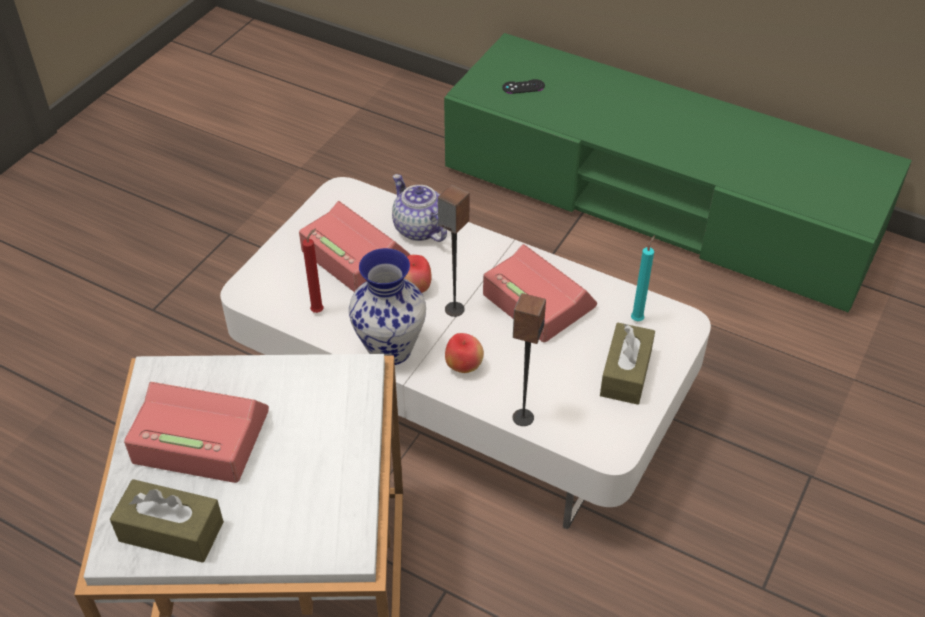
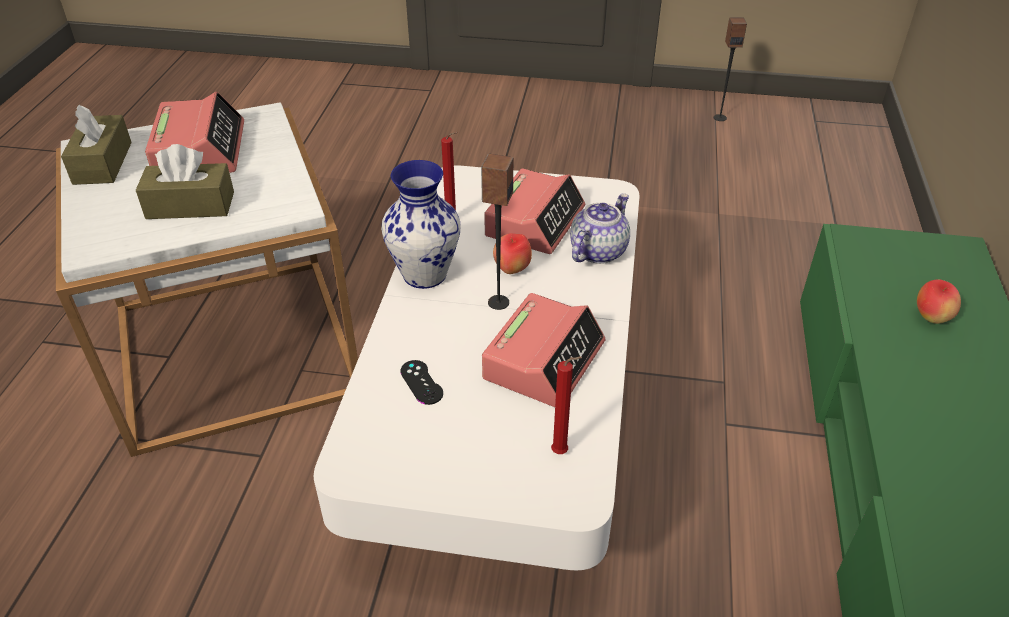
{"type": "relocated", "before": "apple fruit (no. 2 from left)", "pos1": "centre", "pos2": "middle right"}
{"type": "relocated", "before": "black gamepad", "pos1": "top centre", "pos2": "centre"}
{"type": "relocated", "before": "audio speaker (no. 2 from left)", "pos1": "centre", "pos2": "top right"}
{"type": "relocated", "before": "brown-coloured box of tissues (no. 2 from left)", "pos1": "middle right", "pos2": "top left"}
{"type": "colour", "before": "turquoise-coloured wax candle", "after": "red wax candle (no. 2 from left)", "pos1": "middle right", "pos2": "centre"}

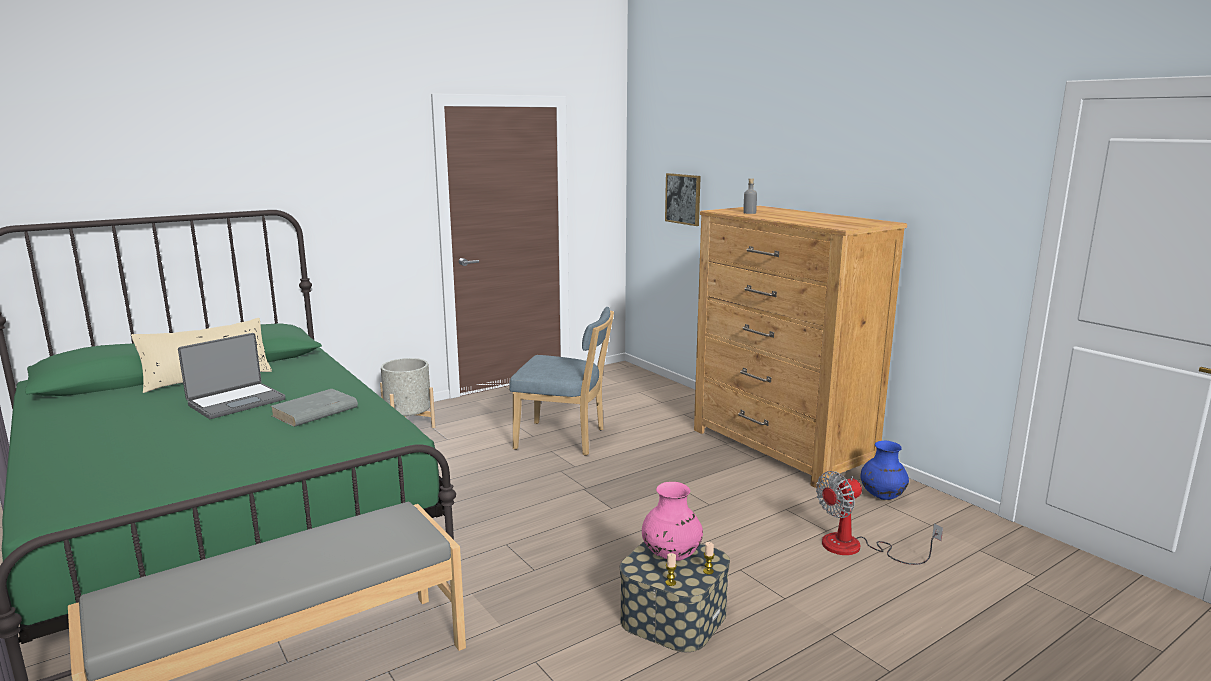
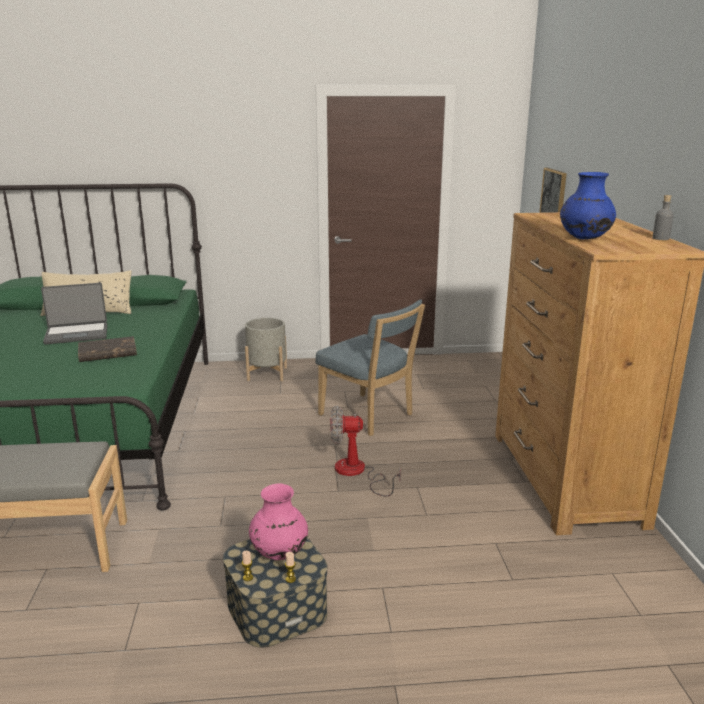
{"type": "colour", "before": "gray volume", "after": "brown-coloured volume", "pos1": "middle left", "pos2": "middle left"}
{"type": "relocated", "before": "gray beverage bottle", "pos1": "top centre", "pos2": "top right"}
{"type": "relocated", "before": "electric fan", "pos1": "bottom right", "pos2": "centre"}
{"type": "relocated", "before": "blue-coloured decorative vase", "pos1": "bottom right", "pos2": "top right"}

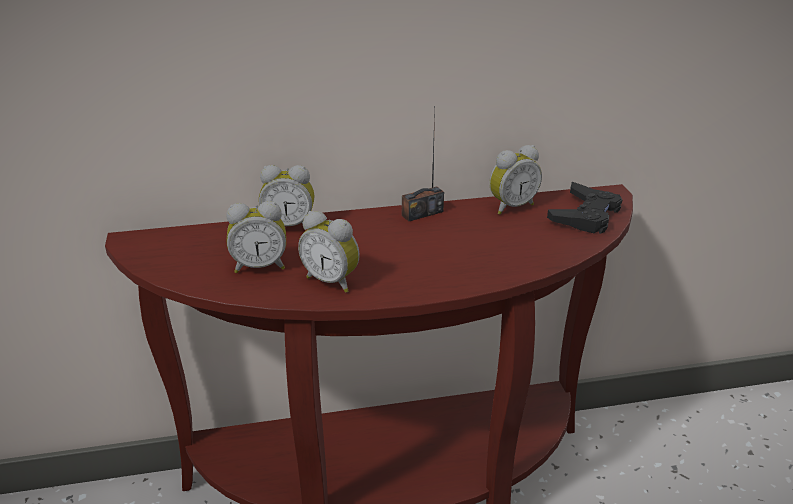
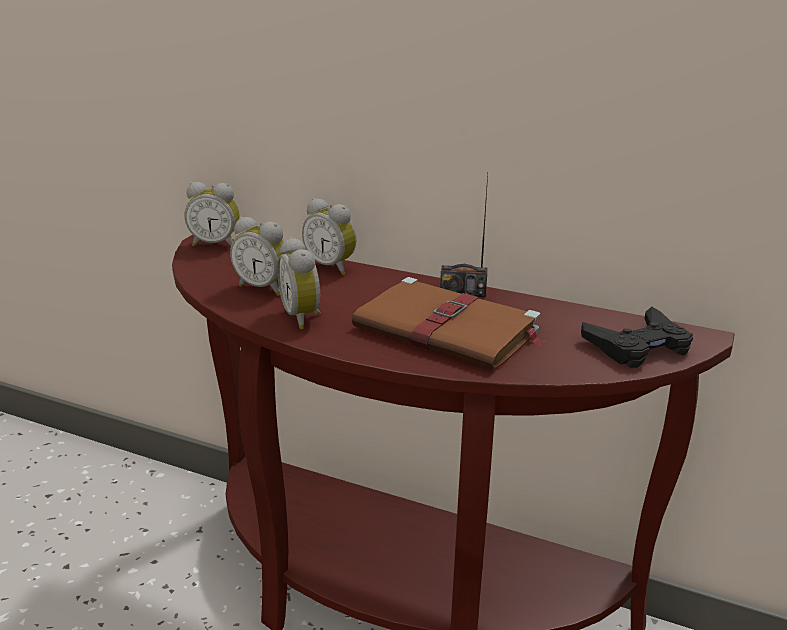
{"type": "relocated", "before": "bedside clock (no. 4 from left in the first image)", "after": "bedside clock (no. 1 from left)", "pos1": "centre", "pos2": "middle left"}
{"type": "appeared", "after": "brown-coloured volume", "pos2": "centre"}

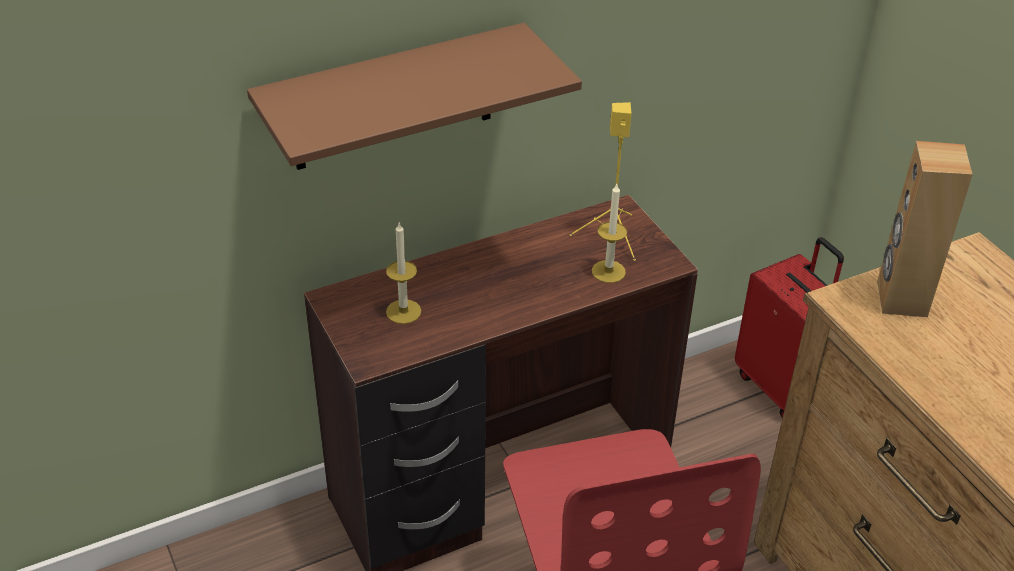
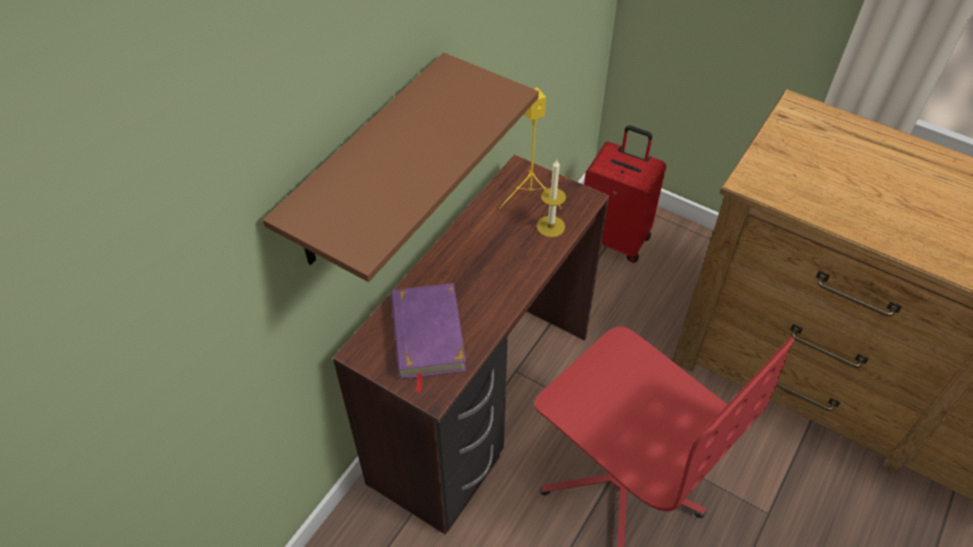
{"type": "exchanged", "before": "wax candle (no. 1 from left)", "after": "purplish volume", "pos1": "centre", "pos2": "centre"}
{"type": "missing", "before": "brown-coloured audio speaker", "pos1": "middle right"}

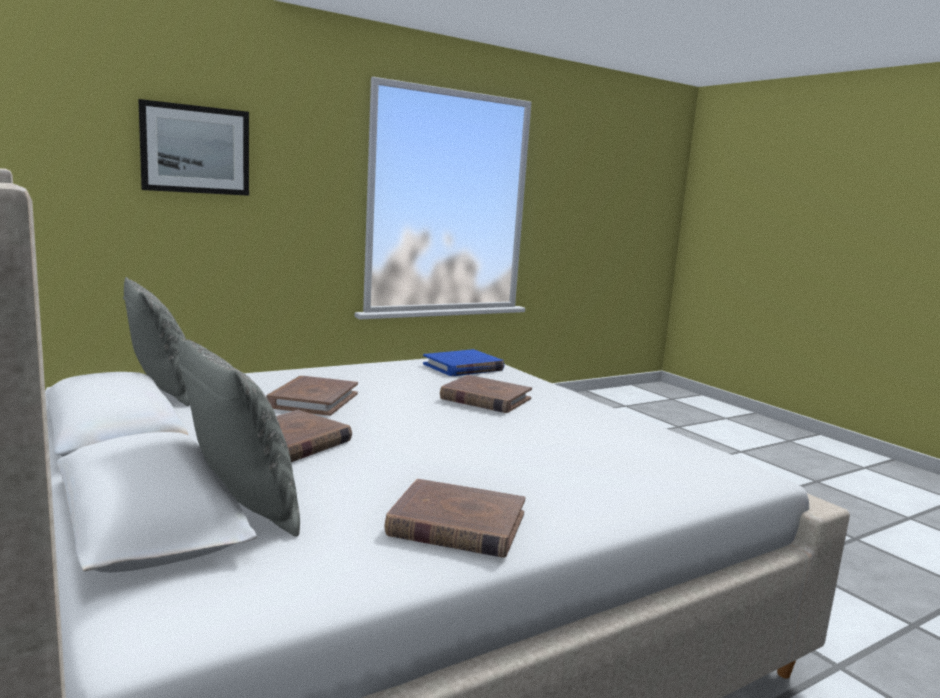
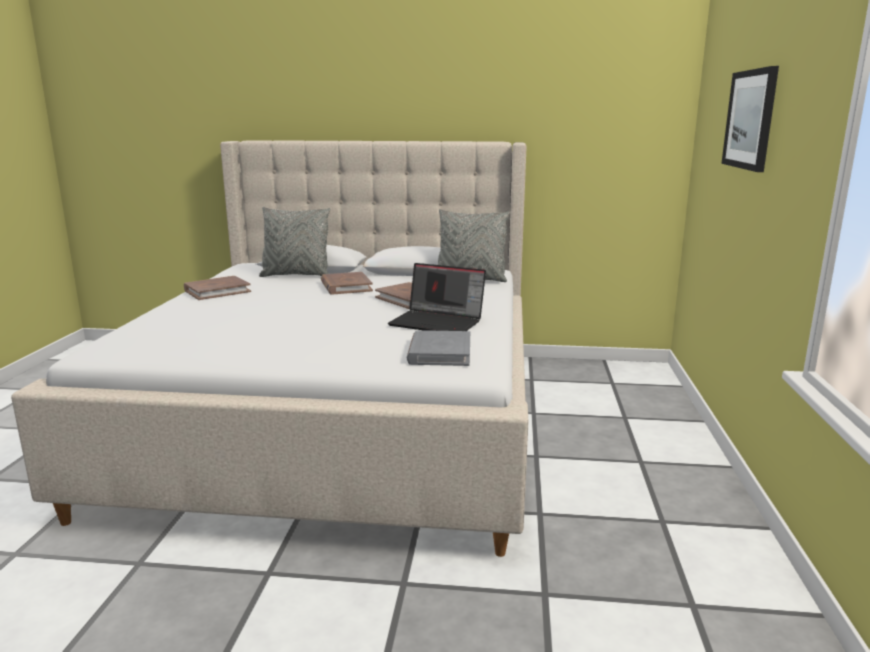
{"type": "colour", "before": "blue-coloured volume", "after": "gray volume", "pos1": "centre", "pos2": "centre"}
{"type": "missing", "before": "brown-coloured volume (no. 4 from left)", "pos1": "centre"}
{"type": "appeared", "after": "portable computer", "pos2": "centre"}

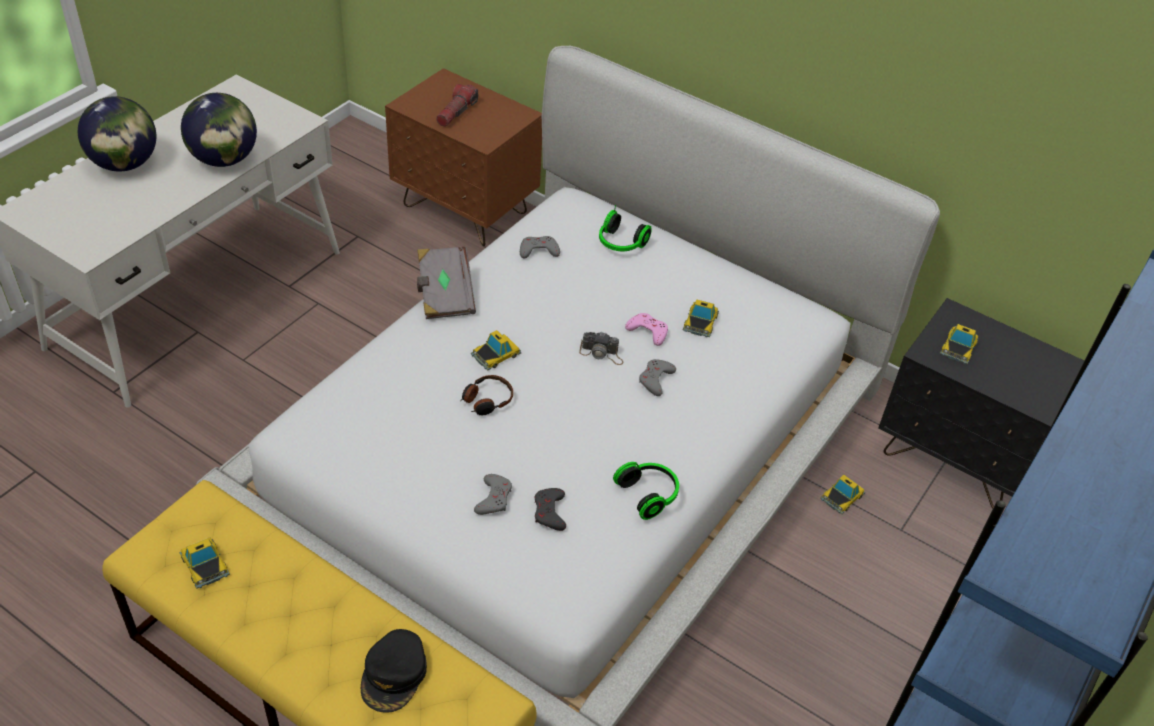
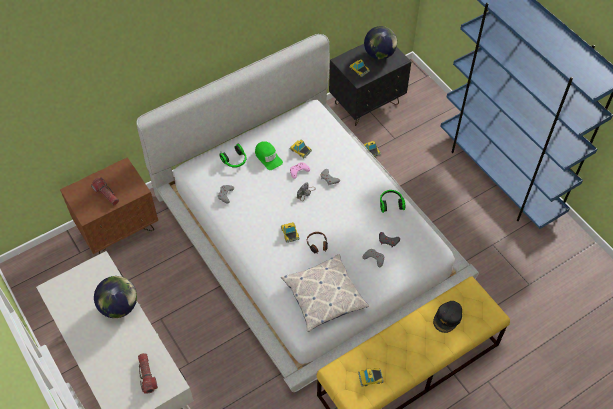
{"type": "relocated", "before": "desk globe (no. 1 from left in the first image)", "after": "desk globe (no. 2 from left)", "pos1": "top left", "pos2": "top centre"}
{"type": "spun", "before": "black baseball cap", "pos1": "bottom centre", "pos2": "bottom right", "turn": 90}
{"type": "missing", "before": "gray volume", "pos1": "centre"}
{"type": "appeared", "after": "torch (no. 2 from left)", "pos2": "bottom left"}
{"type": "appeared", "after": "greenish baseball cap", "pos2": "centre"}
{"type": "appeared", "after": "pillow", "pos2": "bottom centre"}

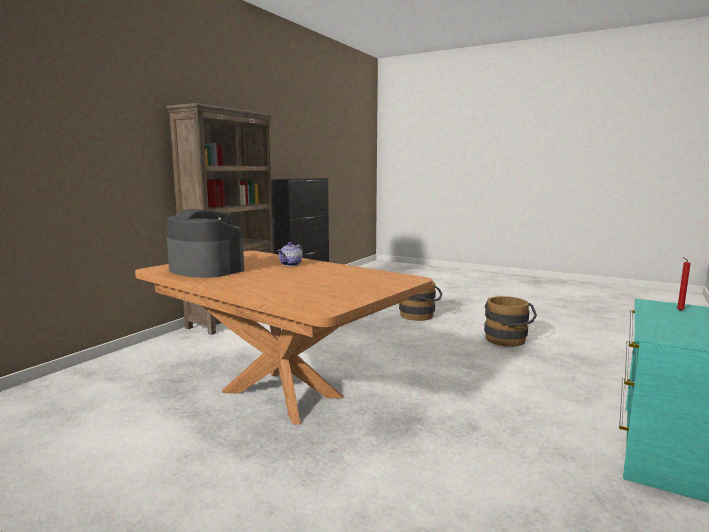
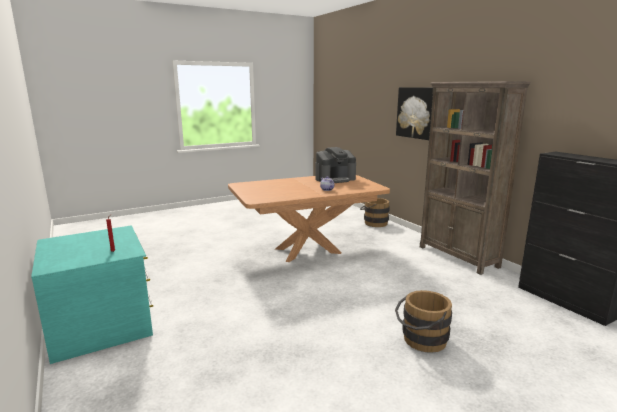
{"type": "relocated", "before": "brown-coloured pail (no. 2 from left in the first image)", "after": "brown-coloured pail (no. 1 from left)", "pos1": "middle right", "pos2": "centre"}
{"type": "appeared", "after": "picture", "pos2": "top right"}

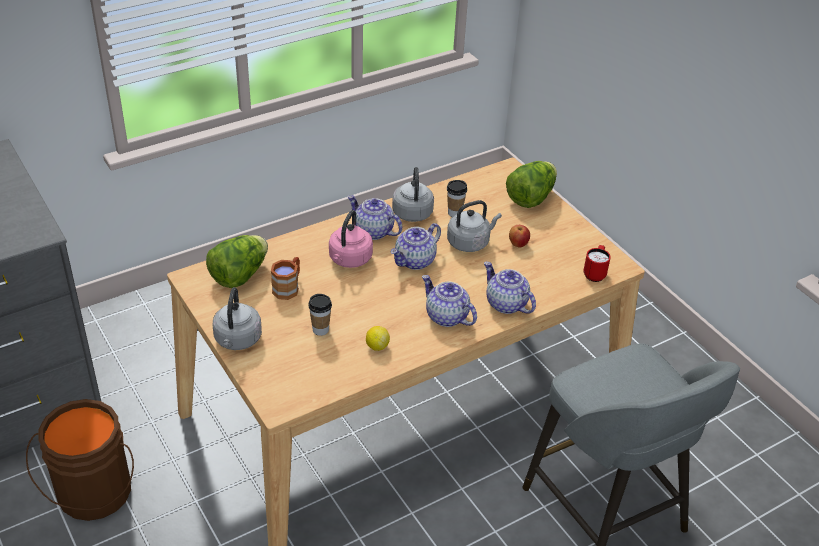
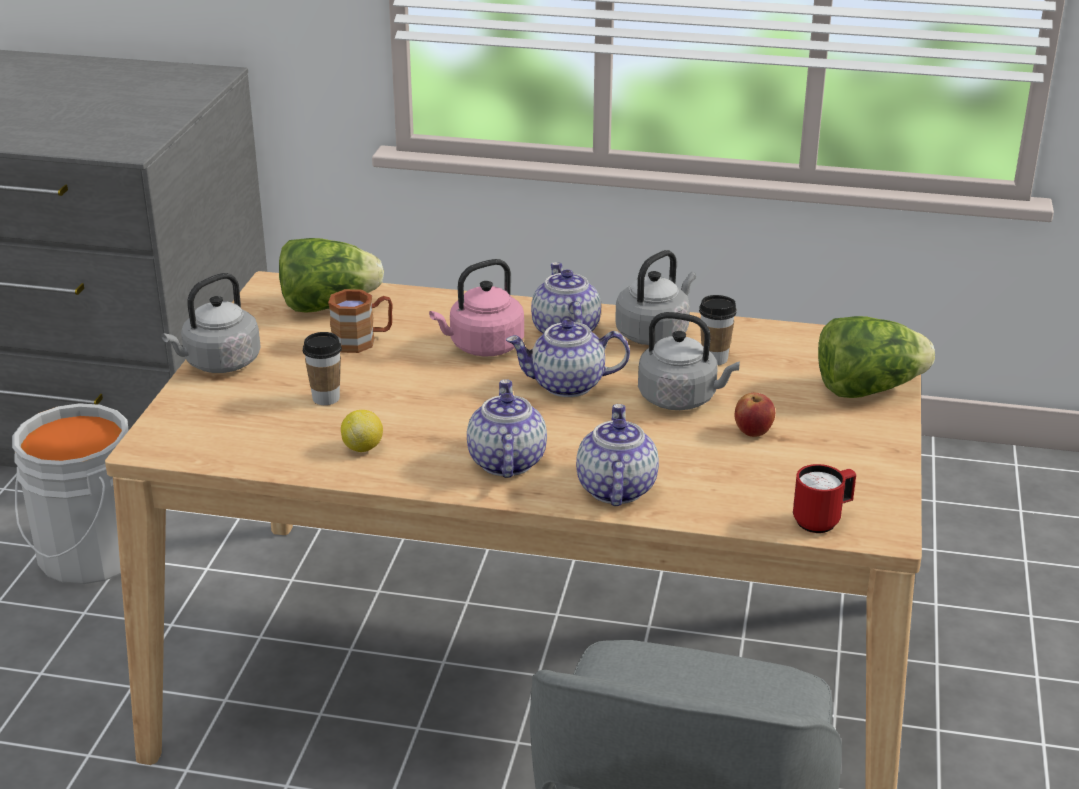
{"type": "colour", "before": "brown-coloured pail", "after": "gray pail", "pos1": "bottom left", "pos2": "middle left"}

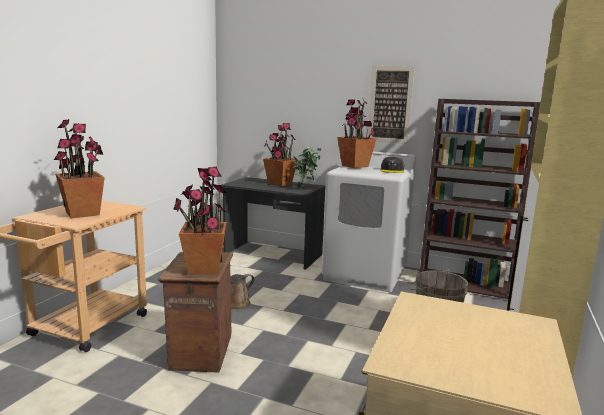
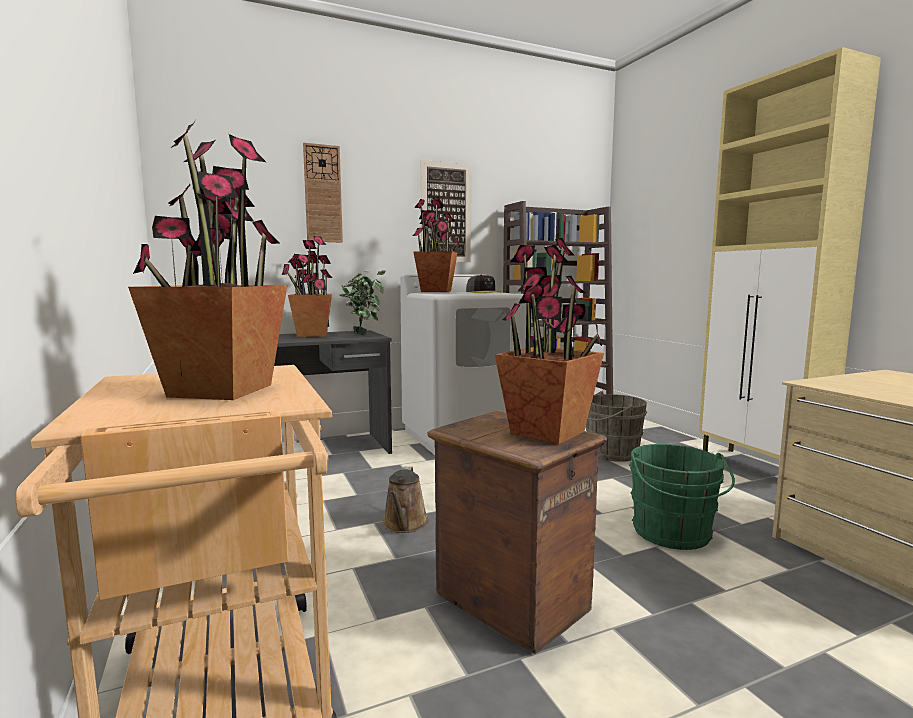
{"type": "appeared", "after": "wall clock", "pos2": "top centre"}
{"type": "appeared", "after": "greenish pail", "pos2": "bottom right"}

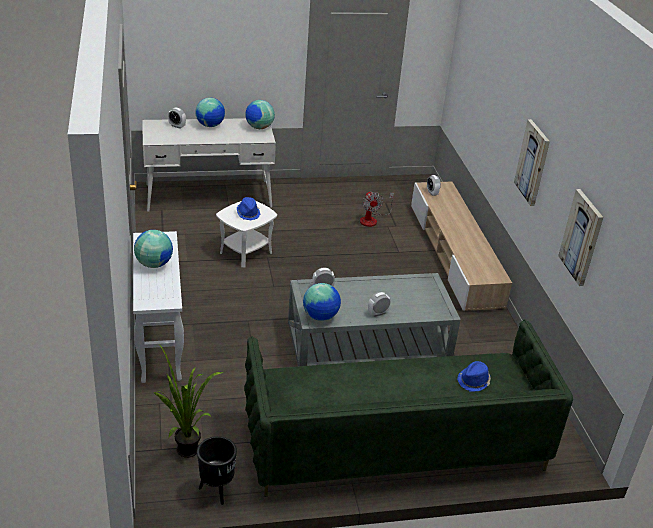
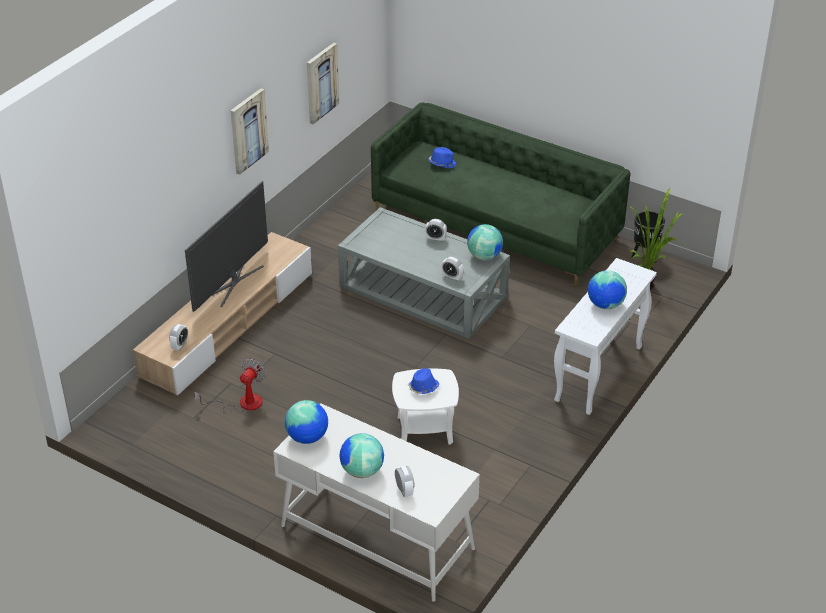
{"type": "appeared", "after": "television", "pos2": "middle left"}

